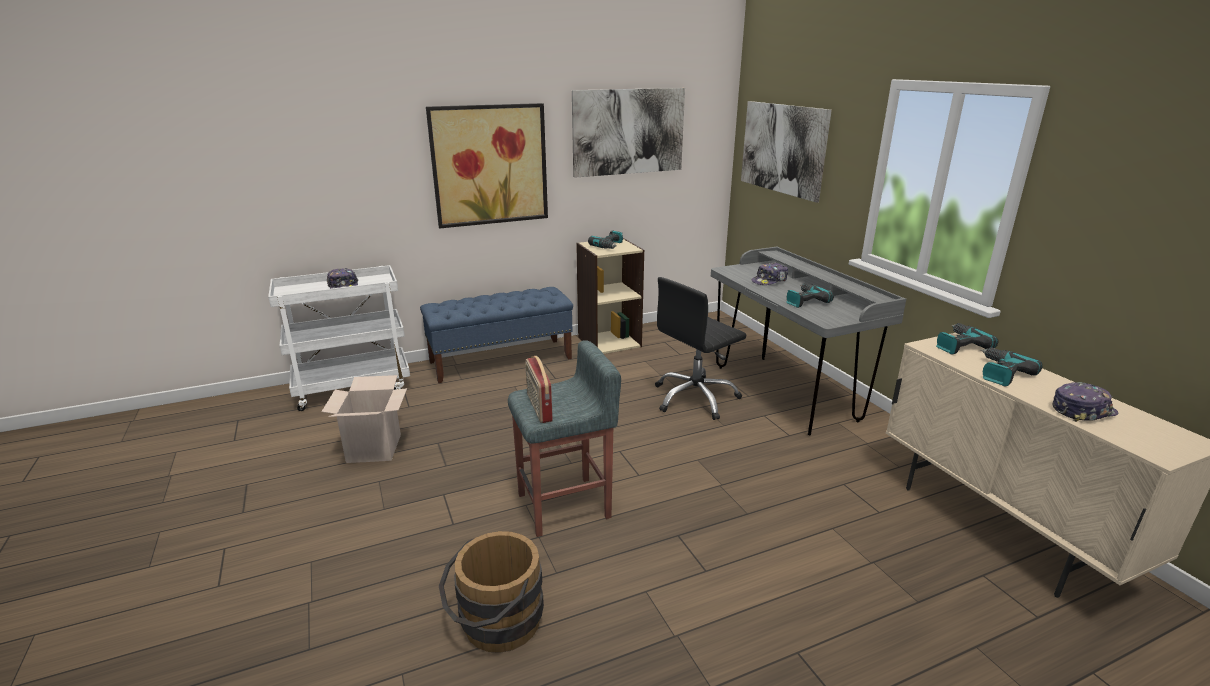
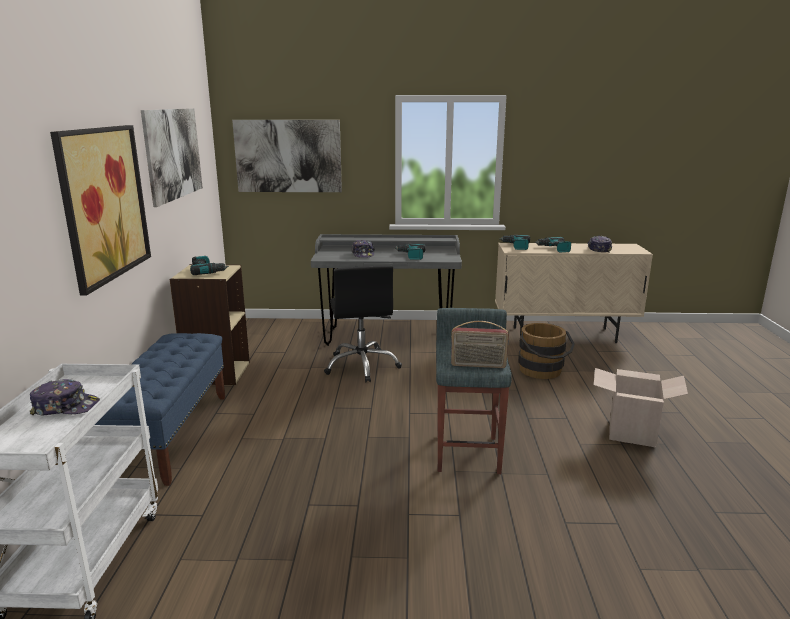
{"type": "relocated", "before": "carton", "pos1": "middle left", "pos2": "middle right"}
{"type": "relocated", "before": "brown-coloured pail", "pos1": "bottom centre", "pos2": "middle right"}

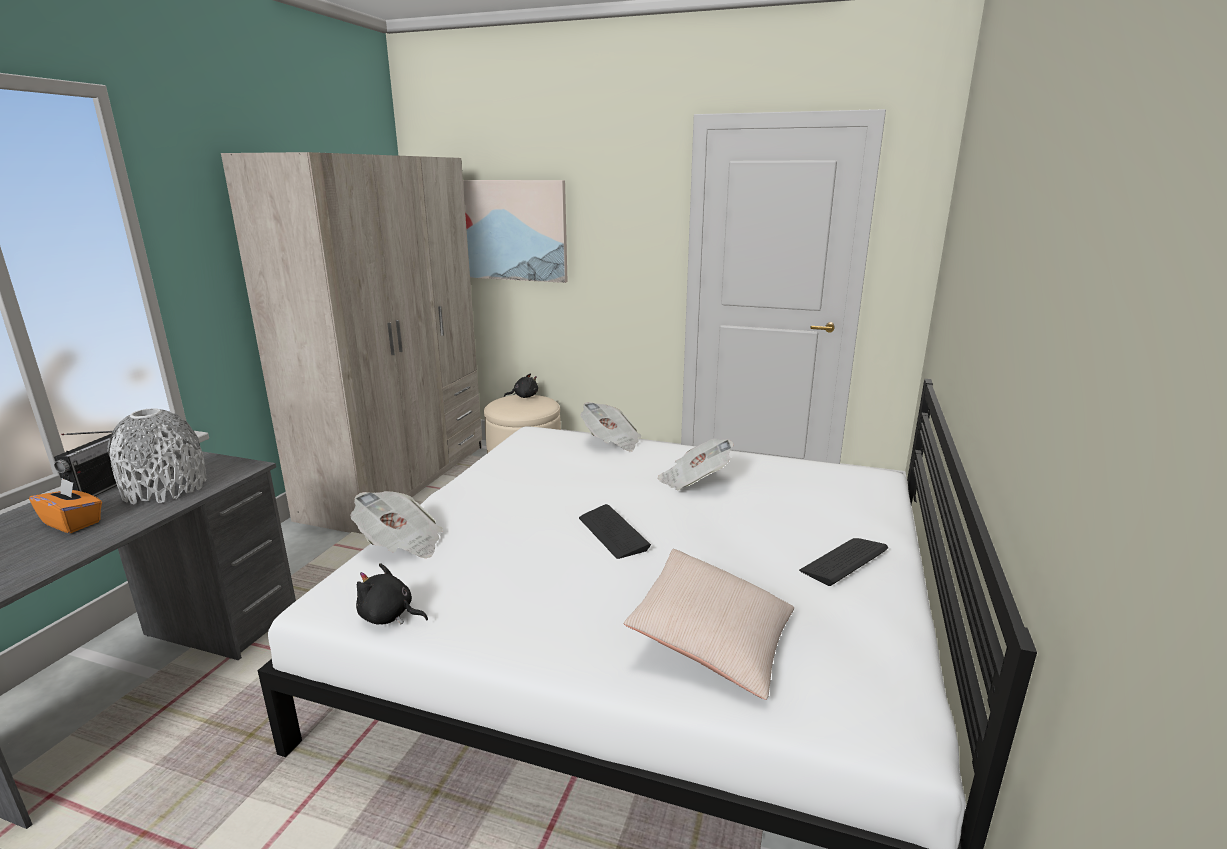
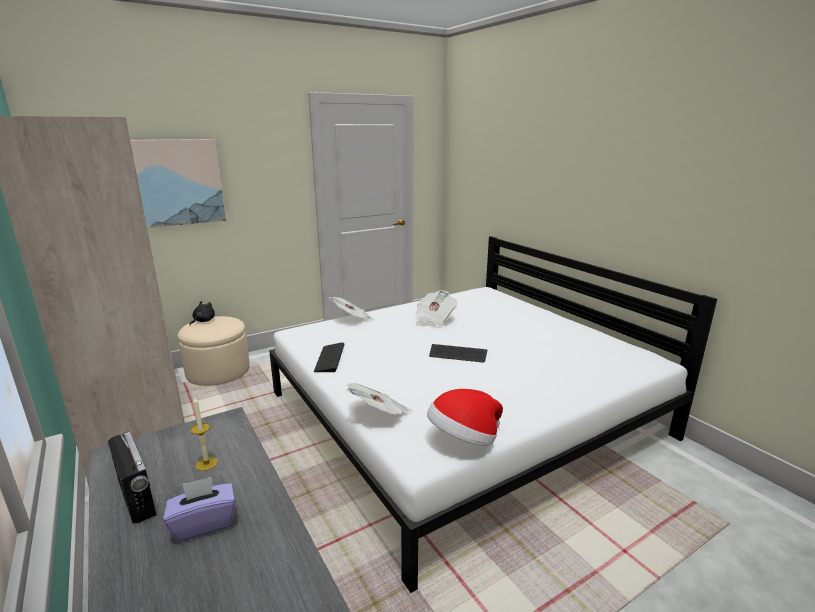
{"type": "colour", "before": "orange box of tissues", "after": "purplish box of tissues", "pos1": "middle left", "pos2": "bottom left"}
{"type": "exchanged", "before": "gray decorative vase", "after": "wax candle", "pos1": "middle left", "pos2": "bottom left"}
{"type": "exchanged", "before": "black soft toy (no. 1 from left)", "after": "wearable hat", "pos1": "bottom left", "pos2": "bottom centre"}
{"type": "missing", "before": "sand-coloured pillow", "pos1": "bottom centre"}
{"type": "relocated", "before": "PC keyboard (no. 2 from left in the first image)", "after": "PC keyboard (no. 1 from left)", "pos1": "middle right", "pos2": "centre"}

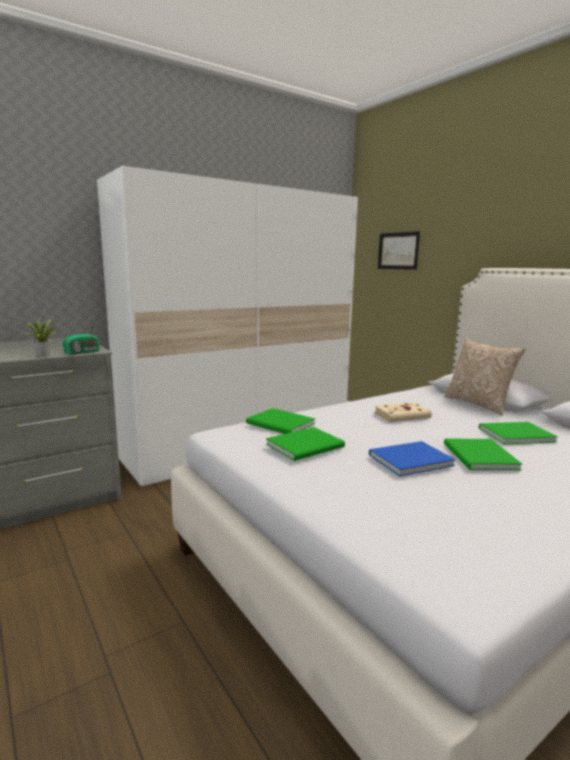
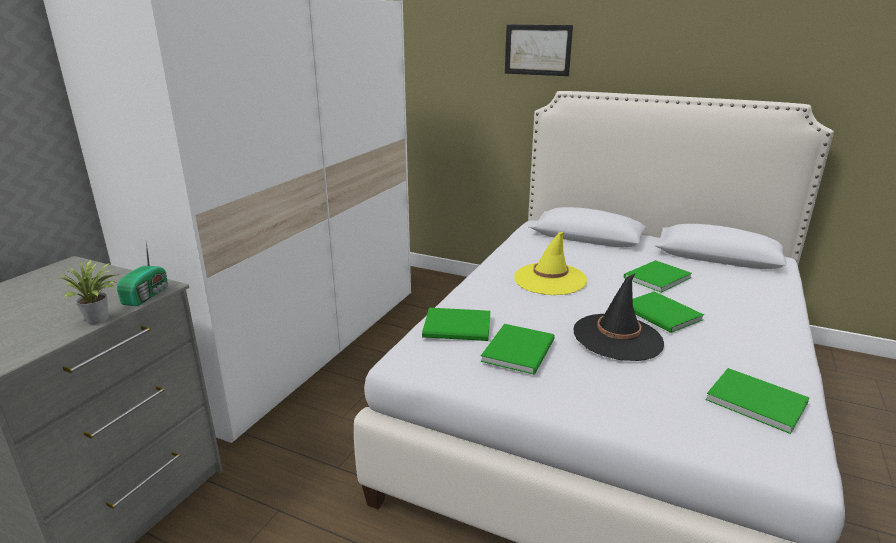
{"type": "exchanged", "before": "blue-coloured volume", "after": "black wearable hat", "pos1": "middle right", "pos2": "middle right"}
{"type": "exchanged", "before": "sand-coloured volume", "after": "yellowish wearable hat", "pos1": "middle right", "pos2": "centre"}
{"type": "relocated", "before": "picture", "pos1": "top right", "pos2": "top centre"}
{"type": "missing", "before": "pillow", "pos1": "middle right"}
{"type": "appeared", "after": "greenish volume (no. 5 from left)", "pos2": "bottom right"}

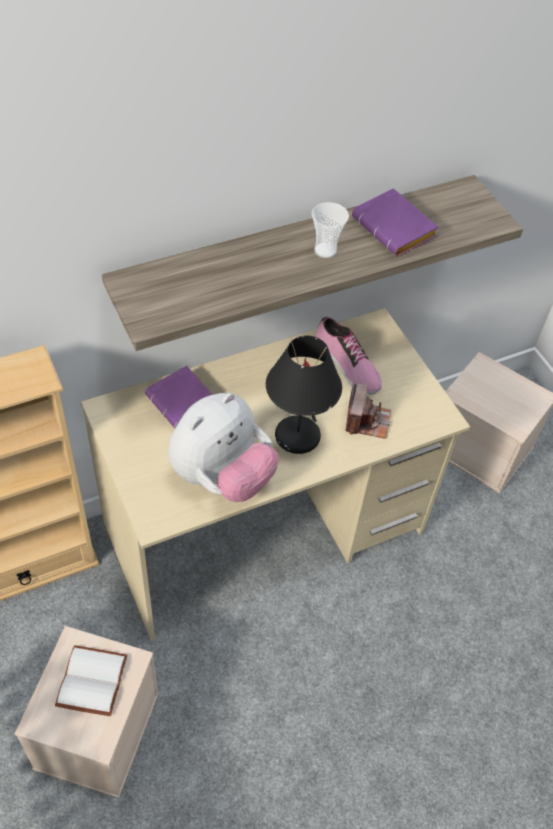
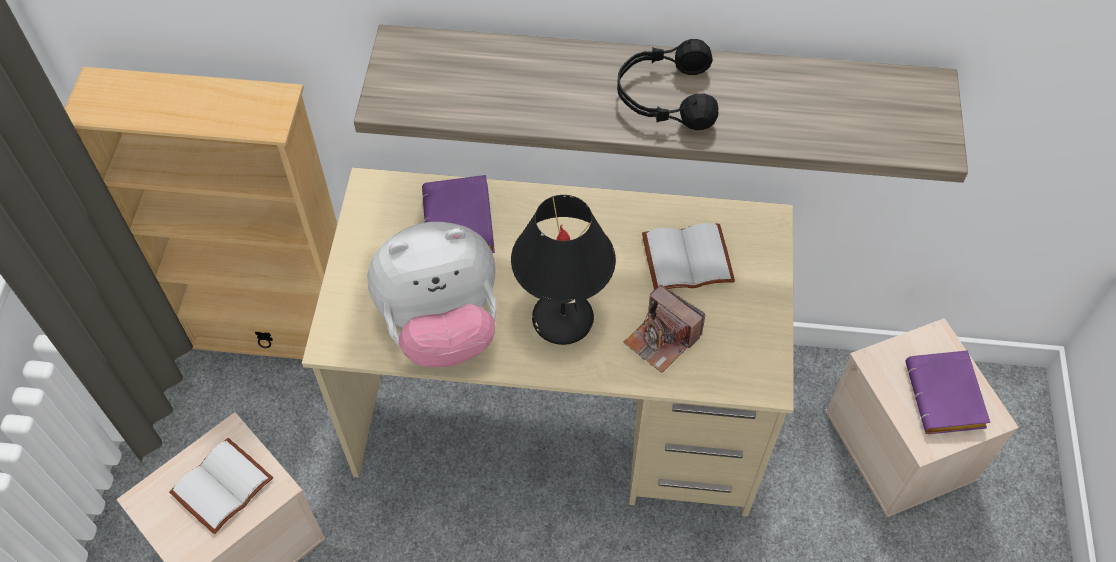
{"type": "exchanged", "before": "small cup", "after": "black pair of headphones", "pos1": "top centre", "pos2": "top centre"}
{"type": "exchanged", "before": "item of footwear", "after": "whitish volume (no. 2 from left)", "pos1": "centre", "pos2": "centre"}
{"type": "spun", "before": "photo camera", "pos1": "centre", "pos2": "centre", "turn": 90}
{"type": "relocated", "before": "purplish volume (no. 2 from left)", "pos1": "top right", "pos2": "bottom right"}

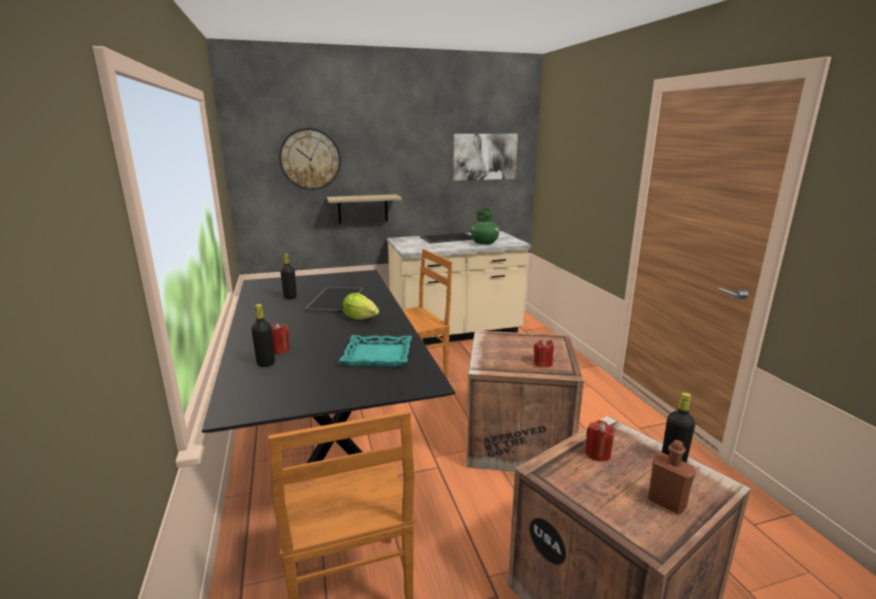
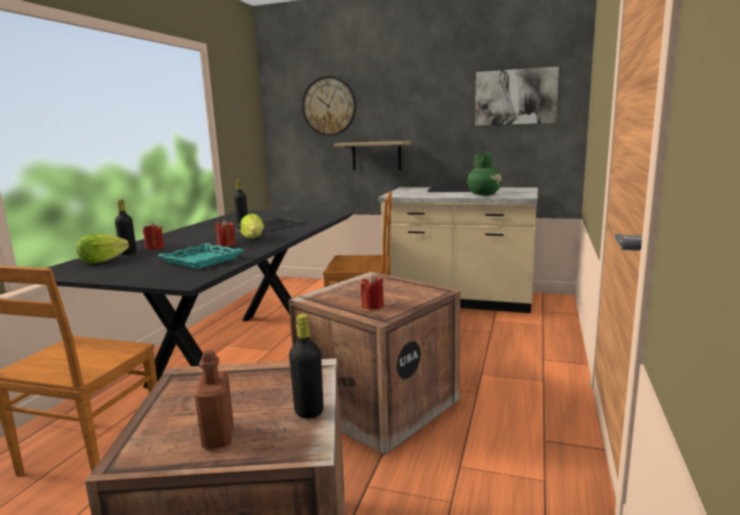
{"type": "relocated", "before": "red wax candle (no. 3 from left in the first image)", "after": "red wax candle (no. 2 from left)", "pos1": "bottom right", "pos2": "middle left"}
{"type": "appeared", "after": "lettuce (no. 1 from left)", "pos2": "middle left"}

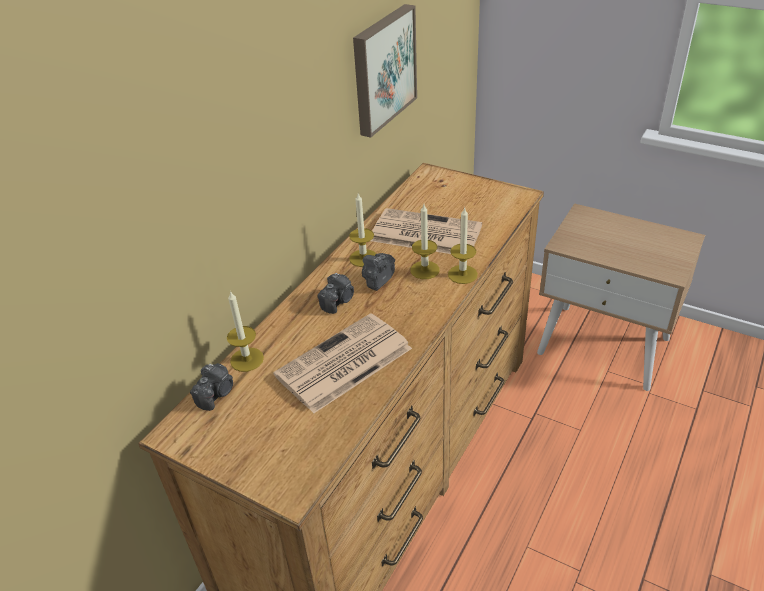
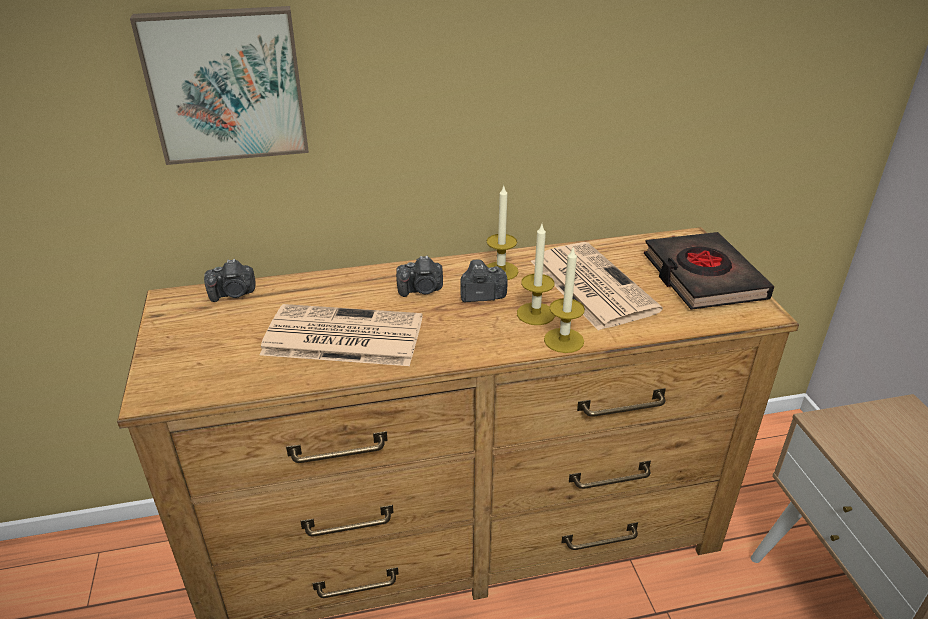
{"type": "missing", "before": "wax candle (no. 1 from left)", "pos1": "middle left"}
{"type": "relocated", "before": "picture", "pos1": "top centre", "pos2": "top left"}
{"type": "appeared", "after": "black volume", "pos2": "middle right"}

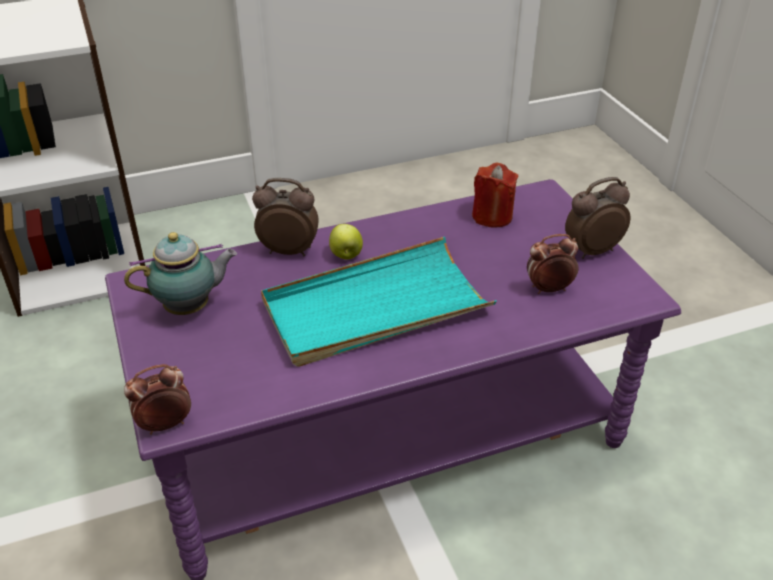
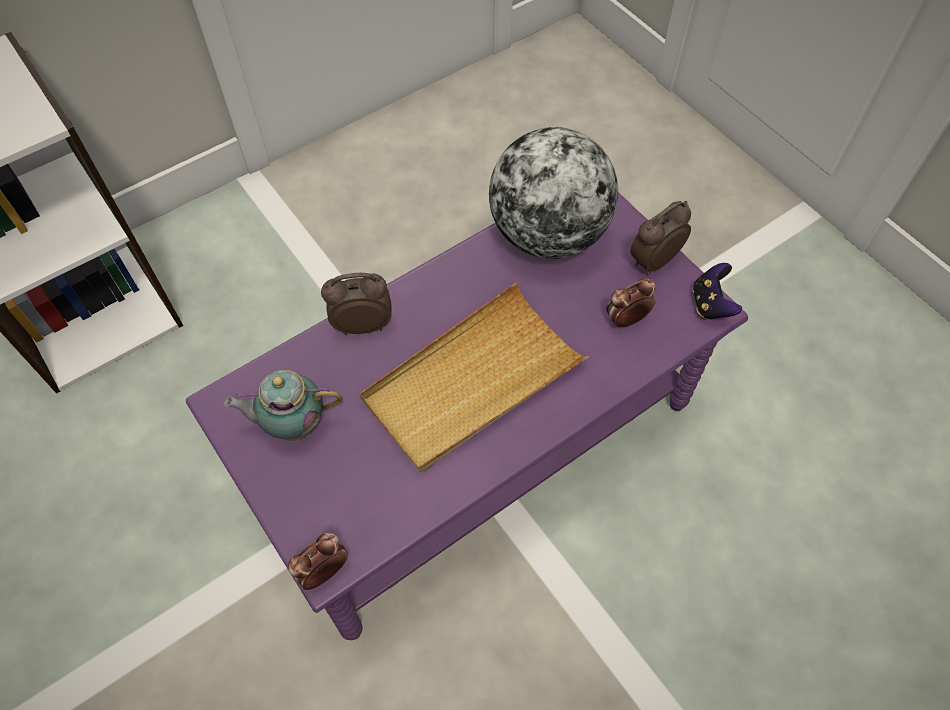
{"type": "spun", "before": "tea pot", "pos1": "middle left", "pos2": "middle left", "turn": -150}
{"type": "colour", "before": "turquoise-coloured tray", "after": "sand-coloured tray", "pos1": "centre", "pos2": "centre"}
{"type": "missing", "before": "apple fruit", "pos1": "centre"}
{"type": "exchanged", "before": "red wax candle", "after": "desk globe", "pos1": "centre", "pos2": "top centre"}
{"type": "appeared", "after": "gamepad", "pos2": "middle right"}

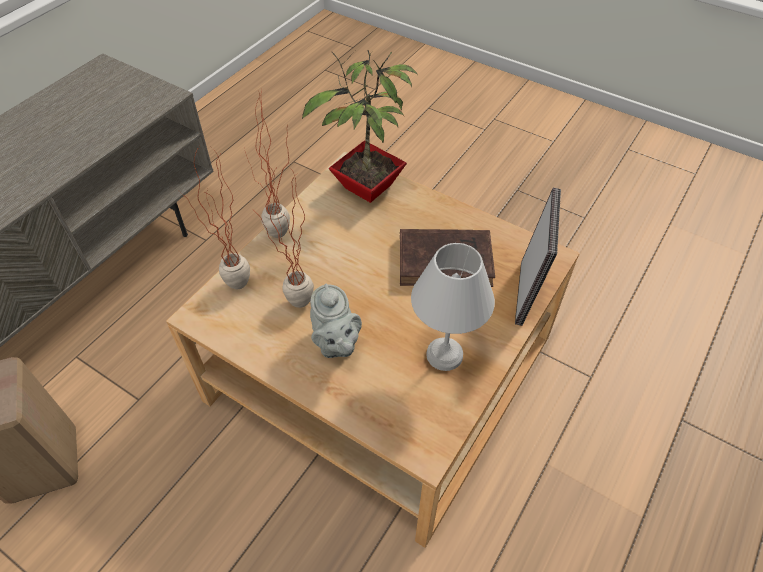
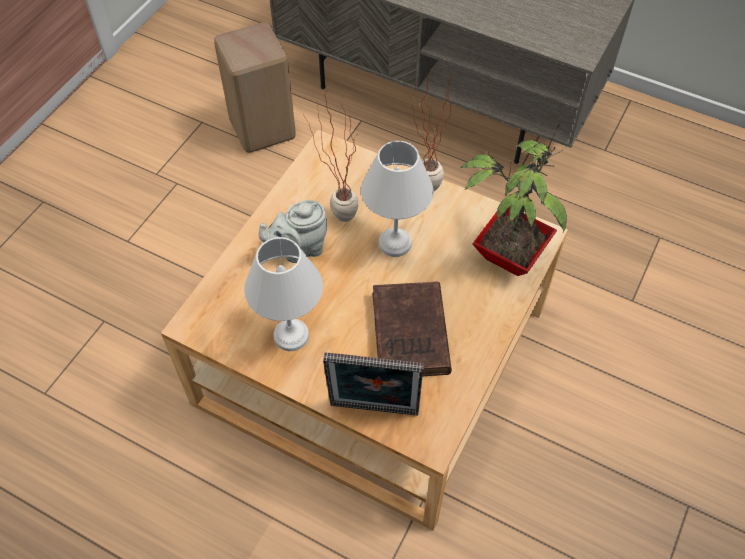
{"type": "missing", "before": "houseplant (no. 1 from left)", "pos1": "middle left"}
{"type": "appeared", "after": "whitish table lamp (no. 2 from left)", "pos2": "centre"}

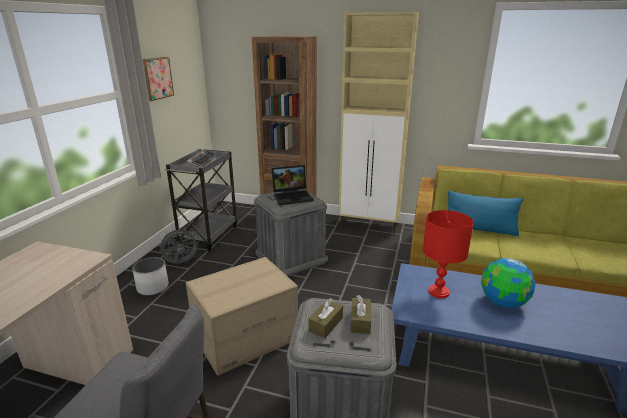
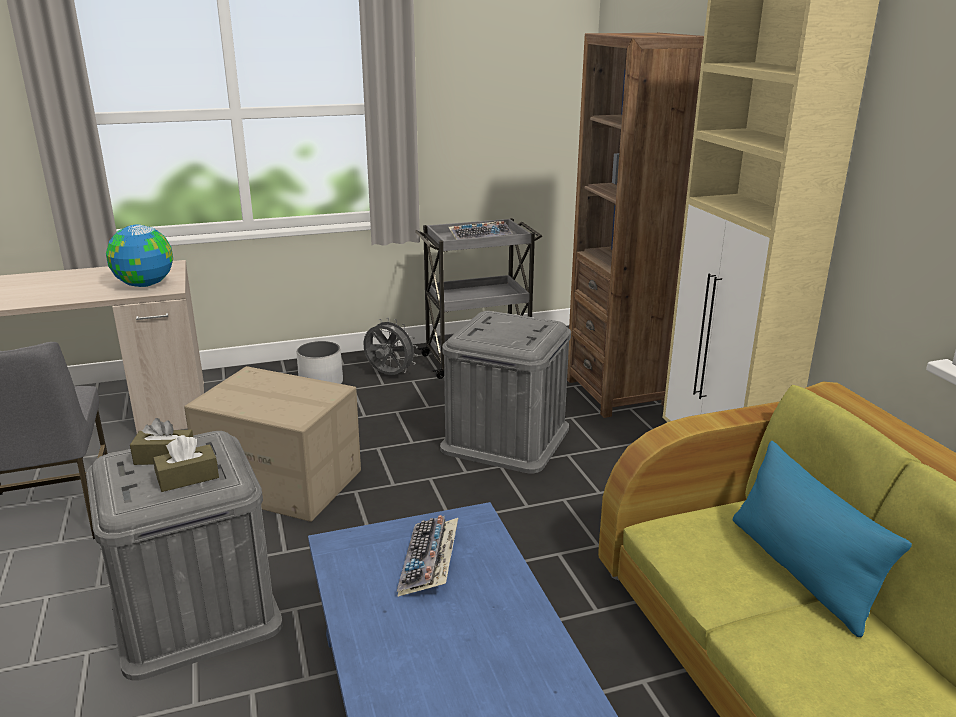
{"type": "missing", "before": "picture", "pos1": "top left"}
{"type": "missing", "before": "portable computer", "pos1": "centre"}
{"type": "exchanged", "before": "red table lamp", "after": "PC keyboard (no. 1 from left)", "pos1": "middle right", "pos2": "bottom centre"}
{"type": "relocated", "before": "desk globe", "pos1": "bottom right", "pos2": "middle left"}

